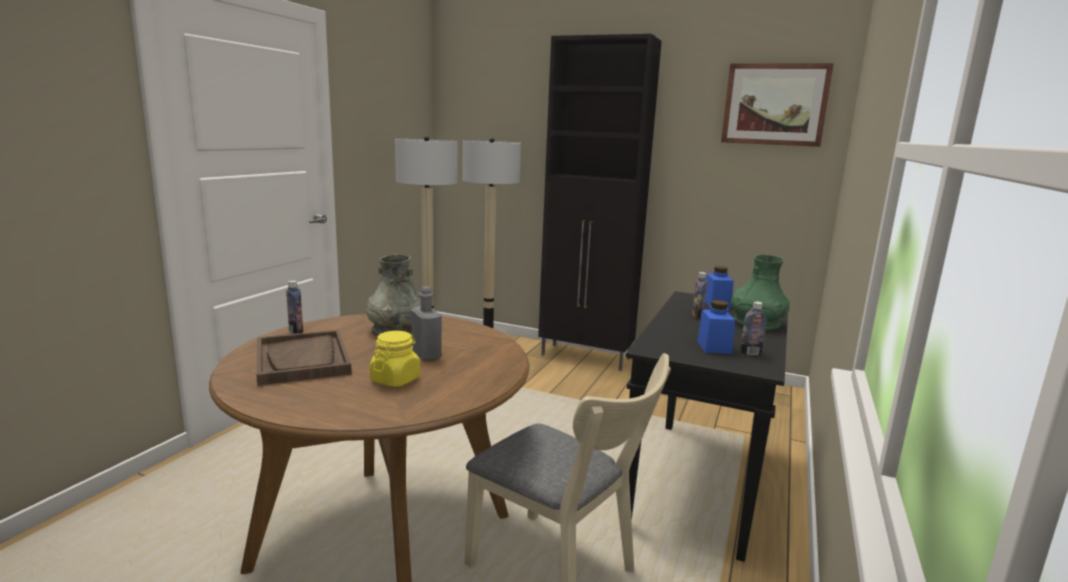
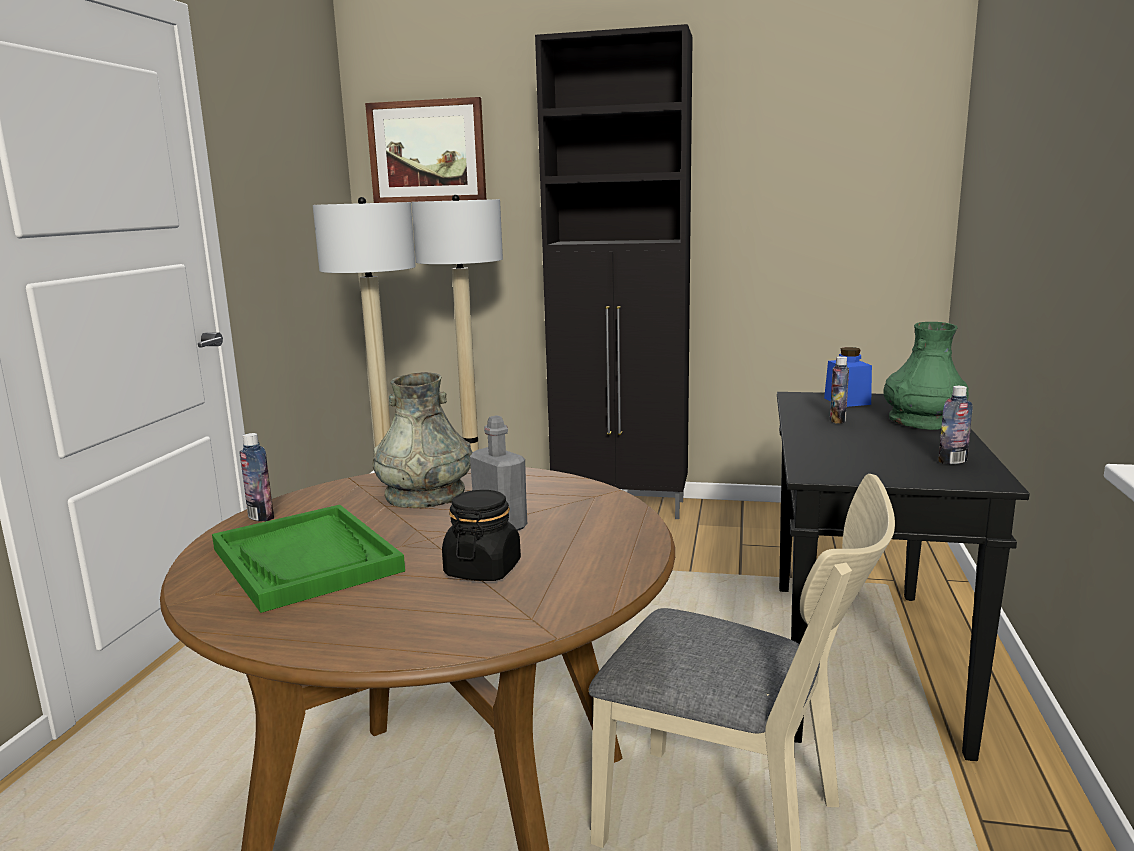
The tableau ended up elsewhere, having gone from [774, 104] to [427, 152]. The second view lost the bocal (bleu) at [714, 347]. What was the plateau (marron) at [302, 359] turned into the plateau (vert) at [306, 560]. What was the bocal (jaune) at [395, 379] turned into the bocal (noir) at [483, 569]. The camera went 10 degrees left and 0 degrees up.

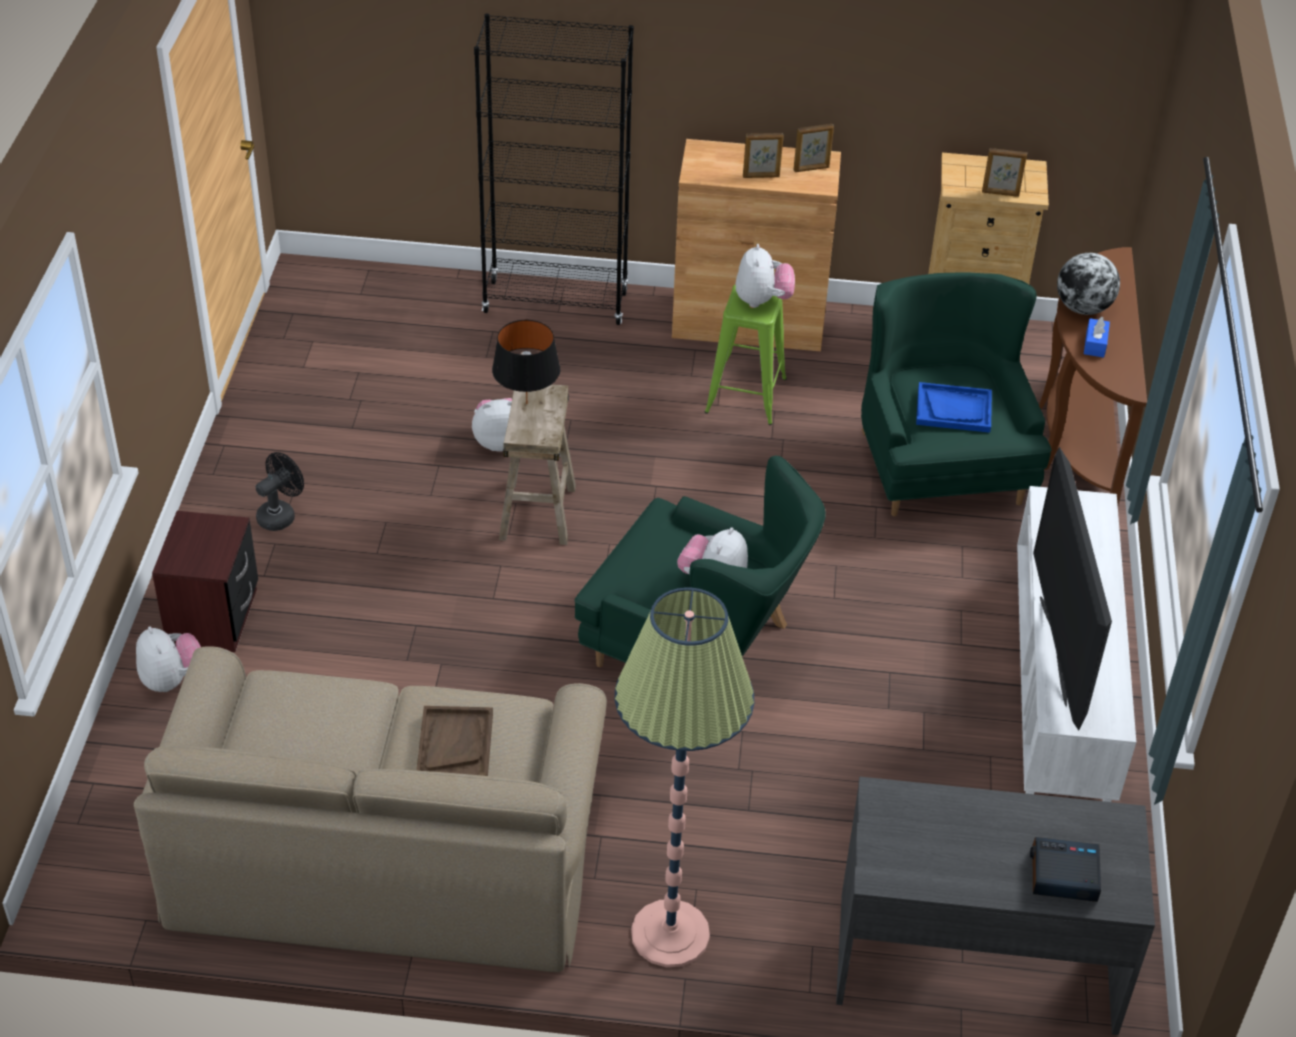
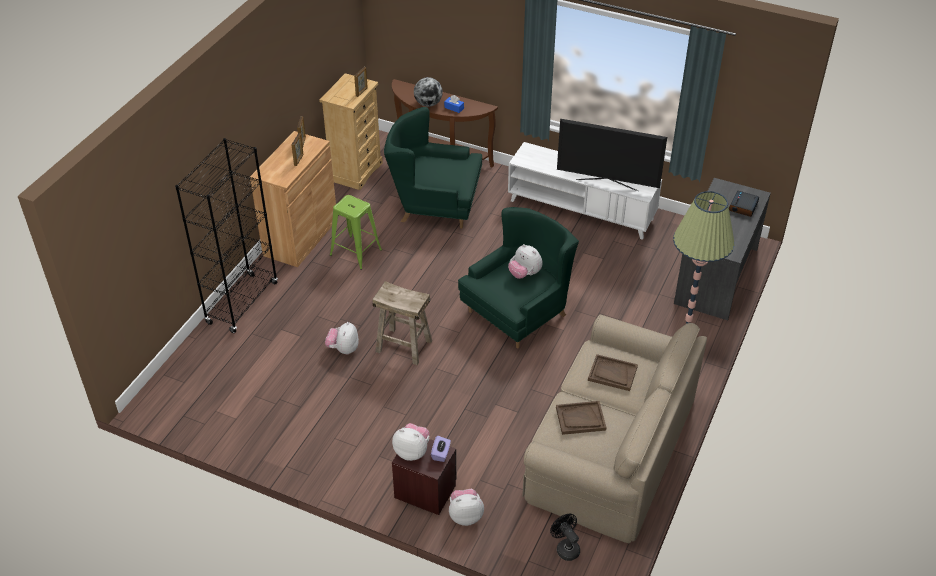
The peluche ended up elsewhere, having gone from [762, 301] to [412, 451]. The second view lost the lampe de table (noir) at [526, 403]. The second view lost the plateau (bleu) at [954, 409]. The ventilateur (noir) ended up elsewhere, having gone from [280, 515] to [565, 548]. The second view gained the plateau (marron) at [580, 419]. The second view gained the boîte à mouchoirs (violet) at [441, 454]. The camera went 70 degrees left and 0 degrees up.

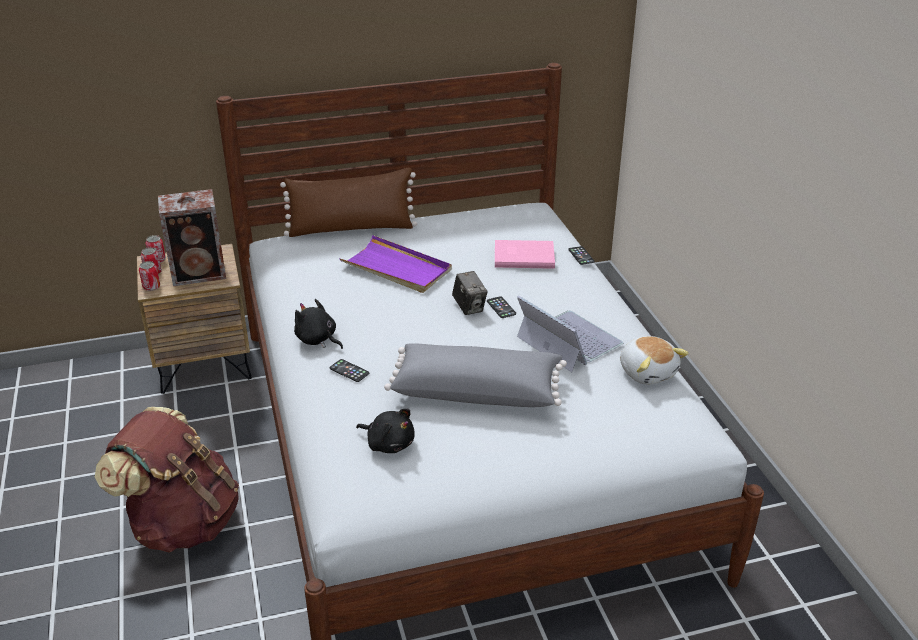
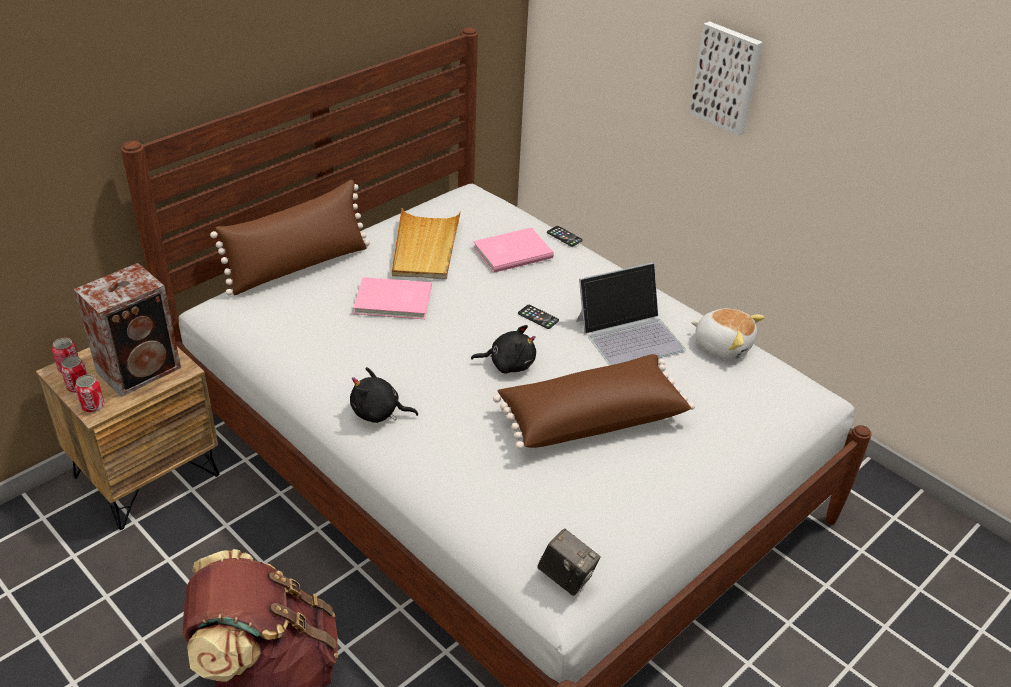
Where the plateau (violet) stood at [397, 268], the livre (rose) came to stand at [394, 302]. The appareil photo ended up elsewhere, having gone from [469, 307] to [566, 578]. The ordinateur portable at [568, 340] ended up facing another way, 135 degrees clockwise from before. What was the coussin (gris) at [477, 390] turned into the coussin (marron) at [590, 417]. The second view lost the téléphone at [349, 371]. The peluche (noir) ended up elsewhere, having gone from [389, 443] to [508, 364]. The second view gained the tableau at [727, 77]. The second view gained the plateau (beige) at [425, 248]. The camera went 30 degrees left and 5 degrees up.

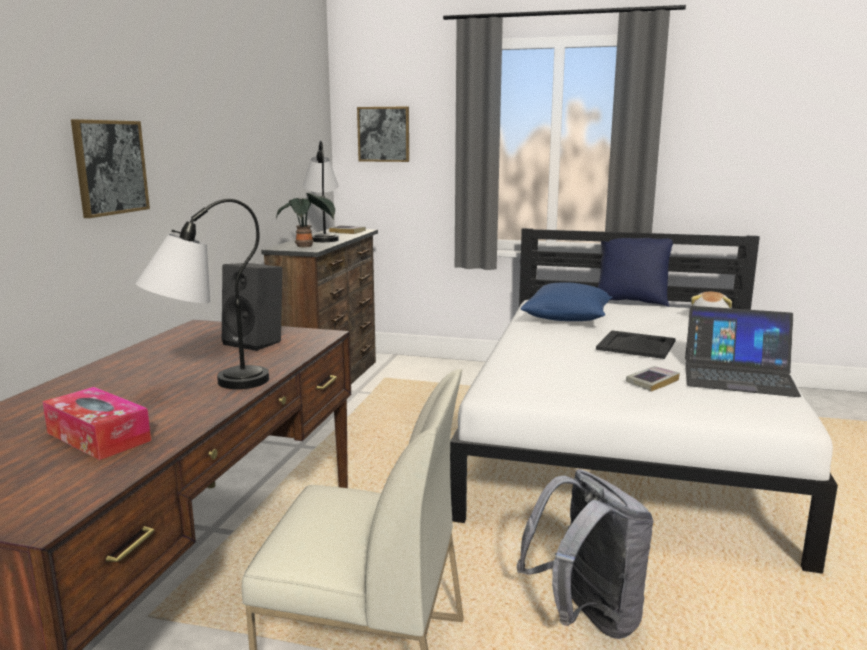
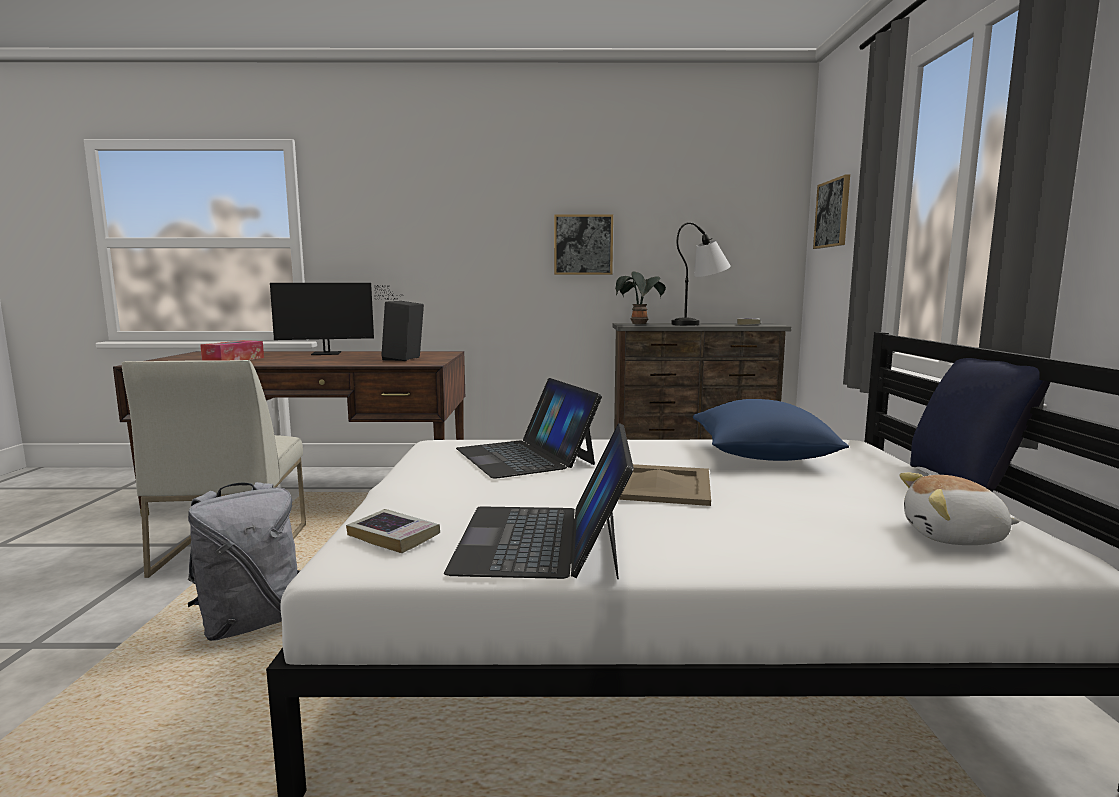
The tableau ended up elsewhere, having gone from [110, 167] to [583, 245]. The second view lost the lampe de table at [207, 386]. What was the plateau (noir) at [635, 345] turned into the plateau (beige) at [658, 484]. The livre ended up elsewhere, having gone from [652, 382] to [393, 536]. The second view gained the écran d'ordinateur at [331, 353]. The second view gained the ordinateur portable at [525, 456]. The camera went 75 degrees right and 5 degrees down.

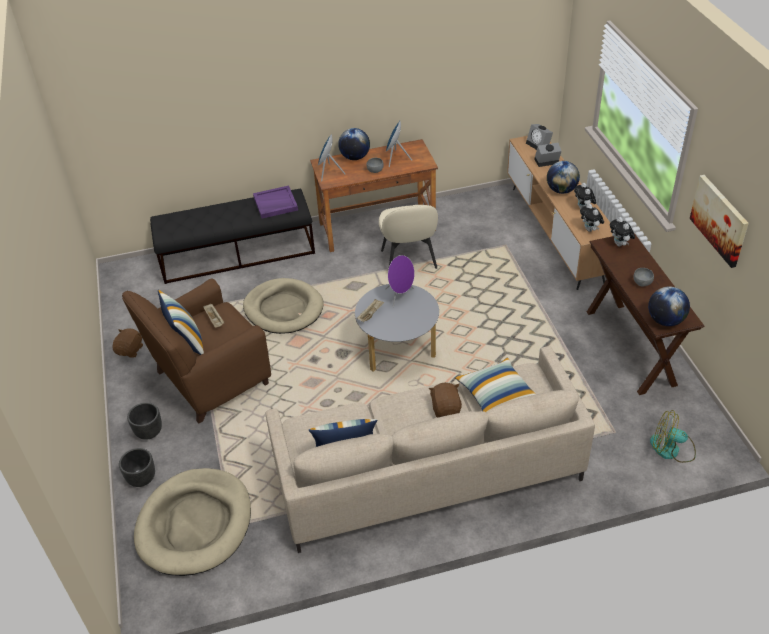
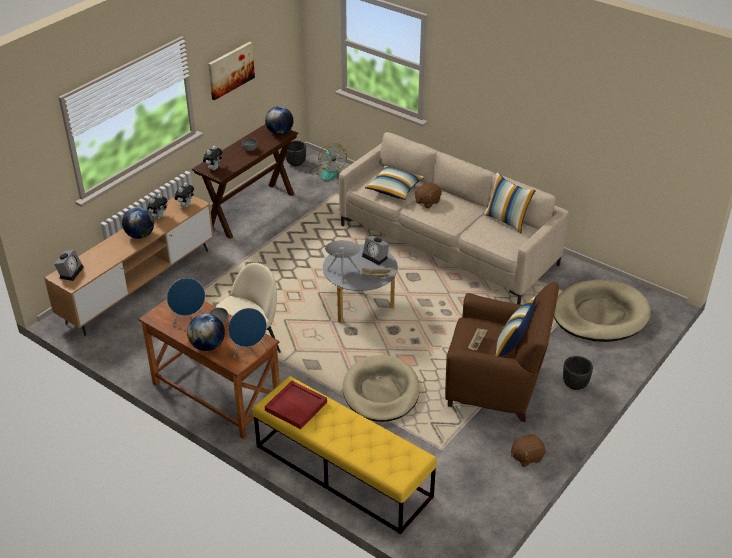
The réveil ended up elsewhere, having gone from [546, 162] to [376, 257]. What was the plateau (violet) at [275, 204] turned into the plateau (rouge) at [296, 406]. What was the banc (noir) at [238, 254] turned into the banc (jaune) at [342, 471]. The cache-pot (noir) ended up elsewhere, having gone from [141, 479] to [296, 163]. The camera went 130 degrees left and 5 degrees down.

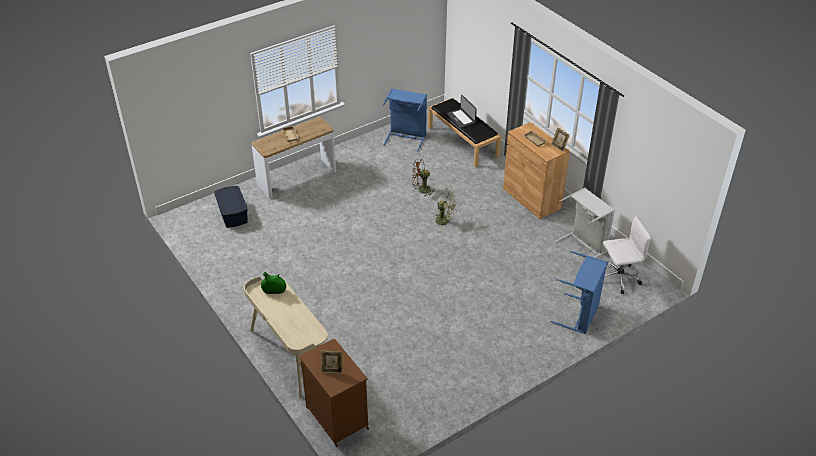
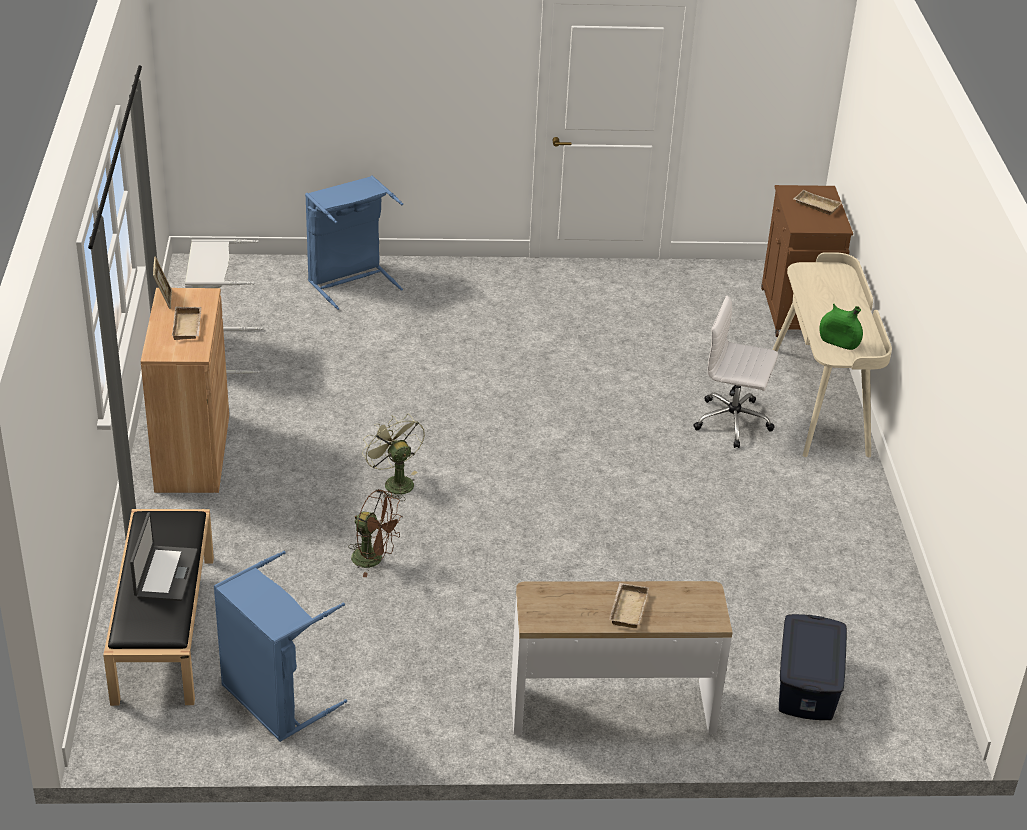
The chaise de bureau (blanc) ended up elsewhere, having gone from [618, 277] to [734, 422]. Where the cadre photo stood at [332, 369], the plateau (beige) came to stand at [815, 206]. The camera went 150 degrees left and 5 degrees down.

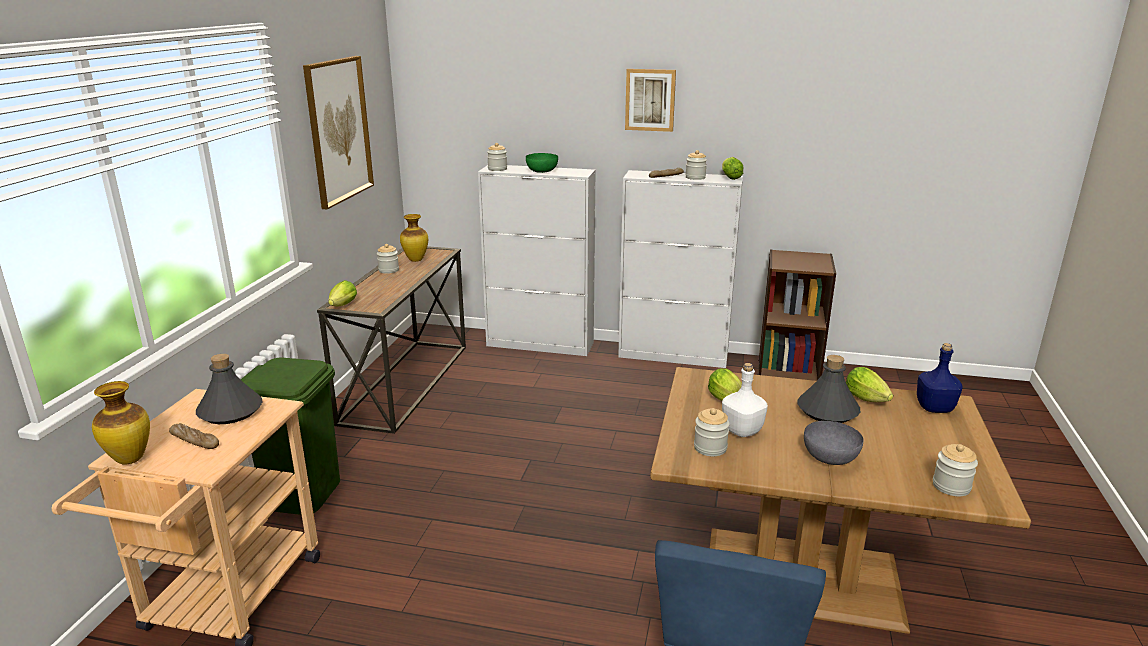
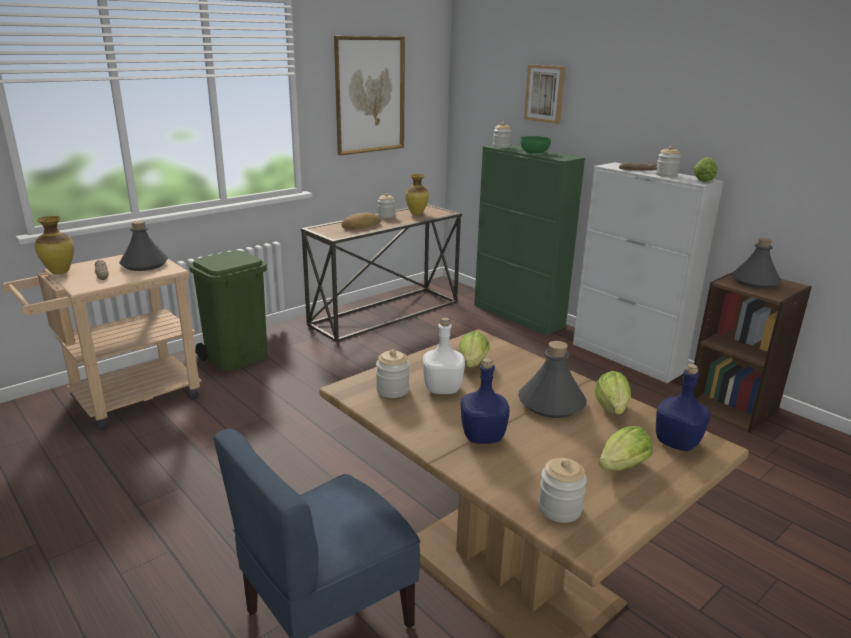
The tableau ended up elsewhere, having gone from [650, 100] to [545, 93]. What was the meuble de rangement (blanc) at [540, 344] turned into the meuble de rangement (vert) at [518, 316]. The laitue ended up elsewhere, having gone from [342, 306] to [620, 468]. Where the bol (gris) stood at [829, 457], the bouteille (bleu) came to stand at [482, 436]. The second view gained the pain at [360, 226]. The second view gained the bouteille (gris) at [755, 282]. The camera went 35 degrees right and 0 degrees up.

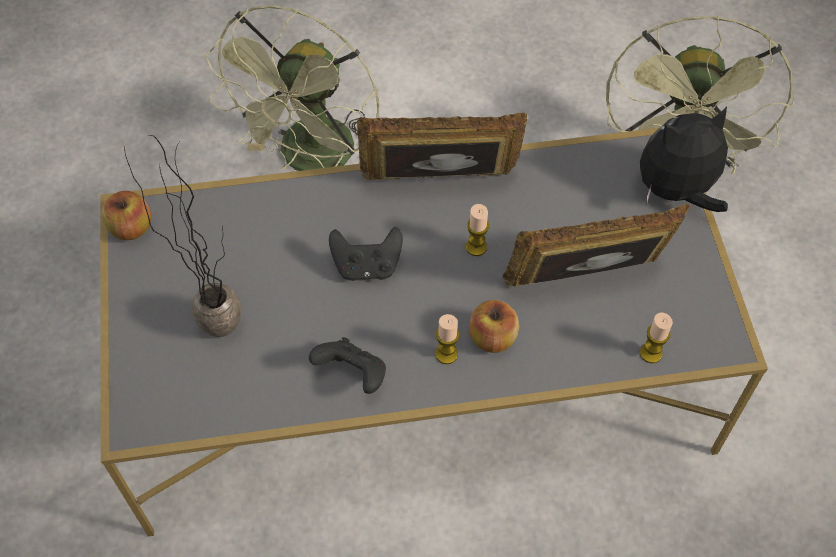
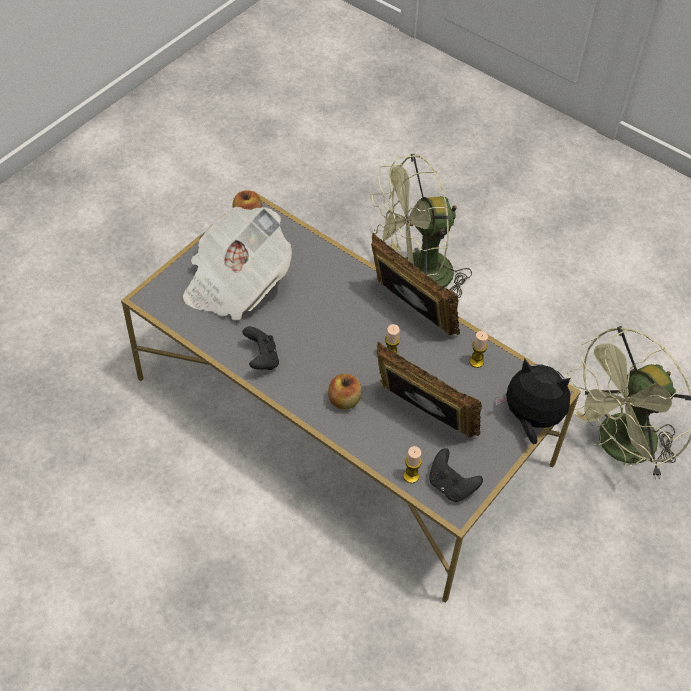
Where the plante en pot stood at [214, 316], the journal came to stand at [235, 283]. The manette (noir) ended up elsewhere, having gone from [367, 266] to [451, 486]. The bougie ended up elsewhere, having gone from [446, 354] to [476, 361]. The camera went 45 degrees right and 5 degrees down.

